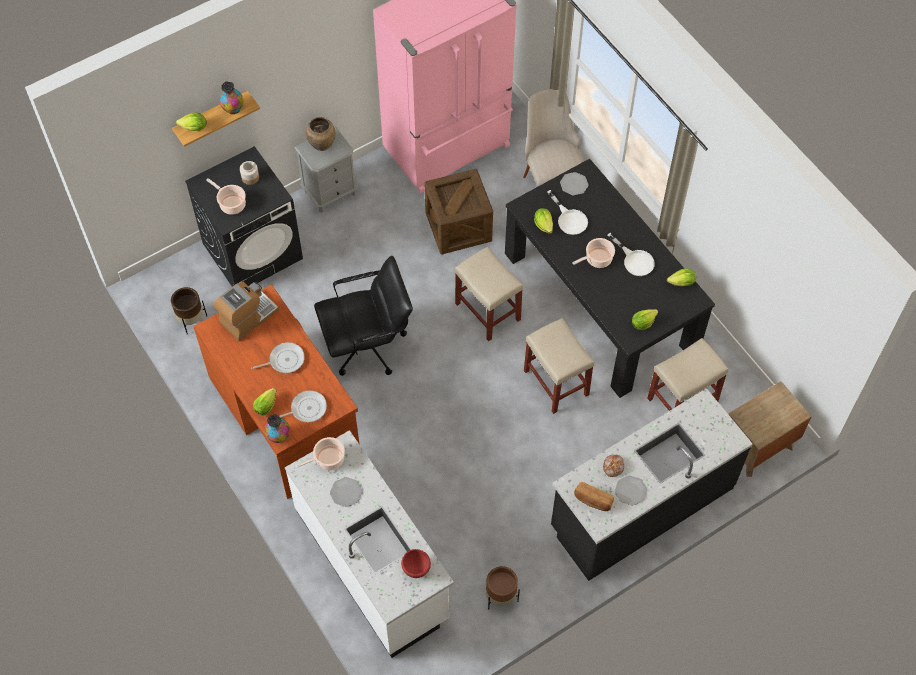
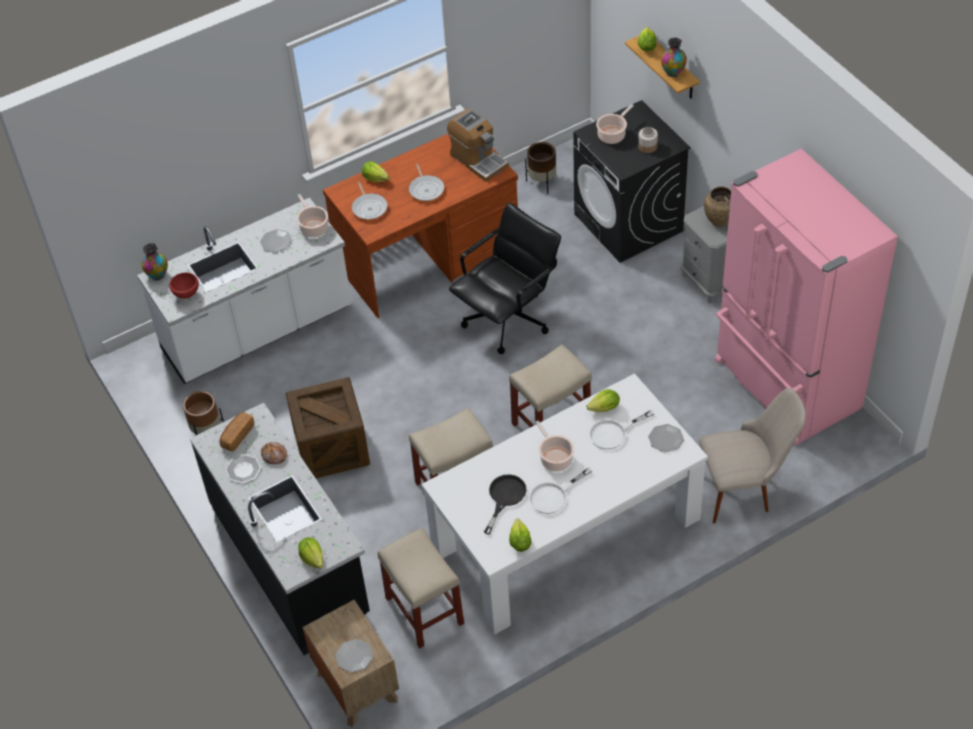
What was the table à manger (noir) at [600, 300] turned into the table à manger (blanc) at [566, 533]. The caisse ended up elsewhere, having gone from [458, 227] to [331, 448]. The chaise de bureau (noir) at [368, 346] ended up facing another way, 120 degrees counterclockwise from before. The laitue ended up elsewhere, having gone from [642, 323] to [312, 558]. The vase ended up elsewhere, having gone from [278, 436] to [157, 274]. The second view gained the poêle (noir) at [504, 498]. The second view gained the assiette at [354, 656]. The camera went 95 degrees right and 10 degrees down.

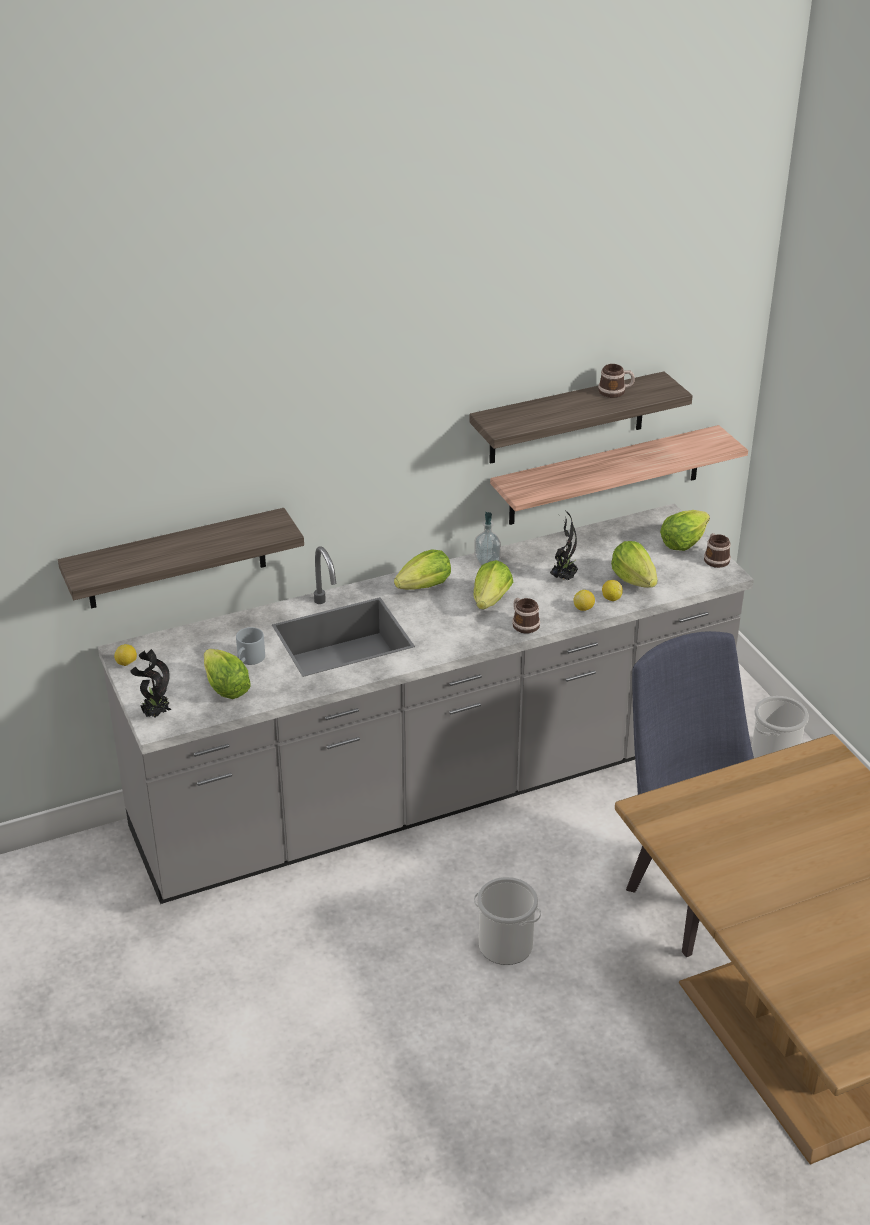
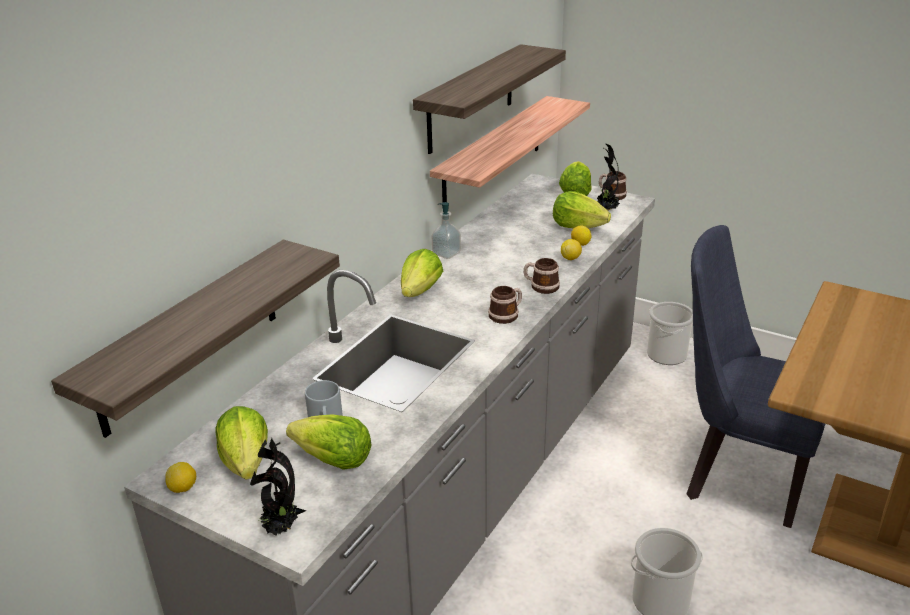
The mug ended up elsewhere, having gone from [615, 391] to [506, 315]. The plante en pot ended up elsewhere, having gone from [564, 577] to [606, 209]. The laitue ended up elsewhere, having gone from [491, 600] to [246, 462]. The camera went 35 degrees left and 5 degrees down.

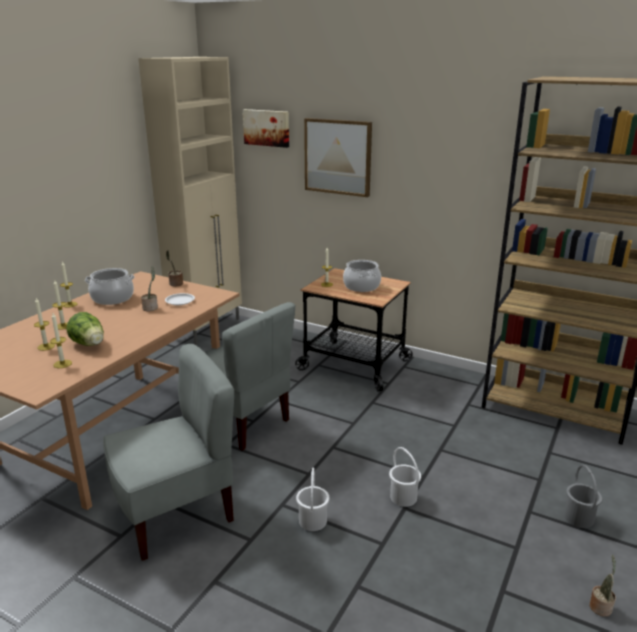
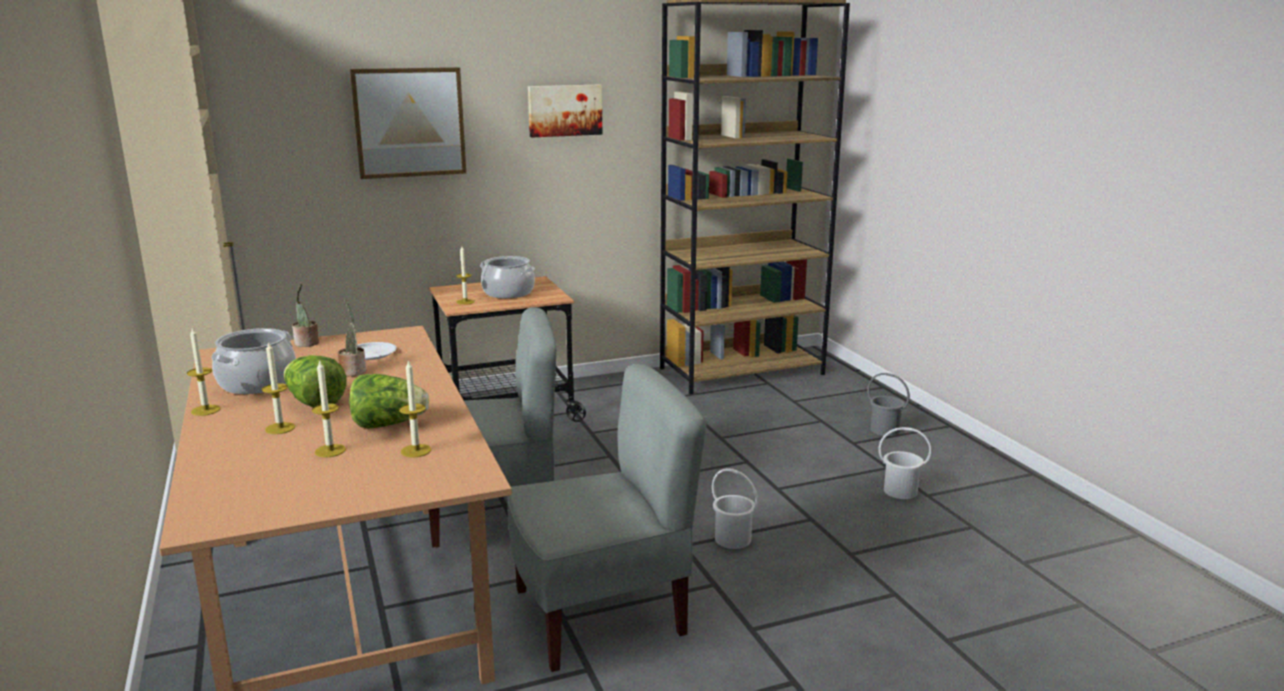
The tableau ended up elsewhere, having gone from [267, 127] to [564, 110]. The chaise (gris) at [175, 513] ended up facing another way, 60 degrees clockwise from before. The seau (blanc) ended up elsewhere, having gone from [403, 497] to [900, 491]. The second view lost the plante en pot at [600, 606]. The second view gained the laitue at [314, 402]. The camera went 50 degrees left and 5 degrees down.

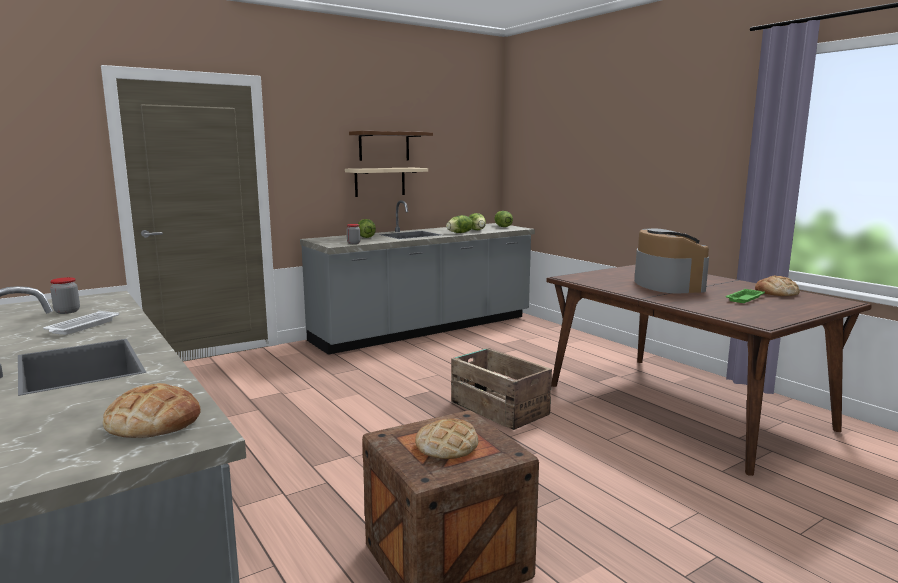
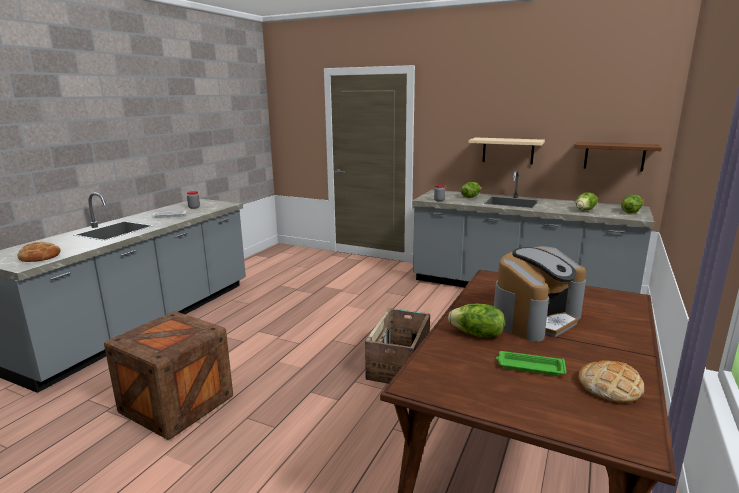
The étagère (marron) ended up elsewhere, having gone from [384, 146] to [614, 156]. The laitue ended up elsewhere, having gone from [460, 233] to [477, 334]. The second view lost the pain at [447, 446]. The camera went 60 degrees right and 5 degrees up.

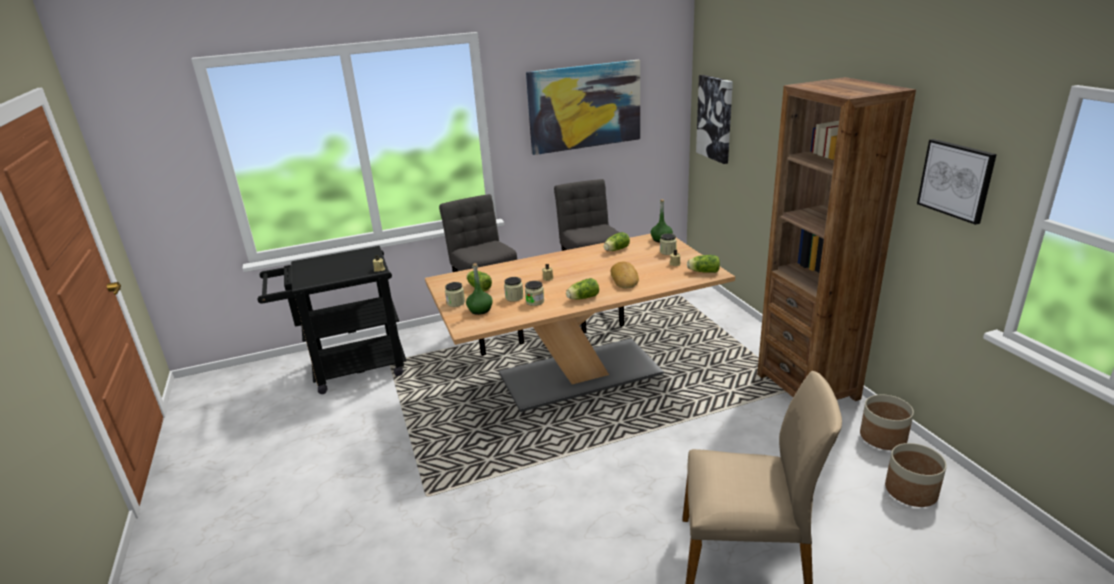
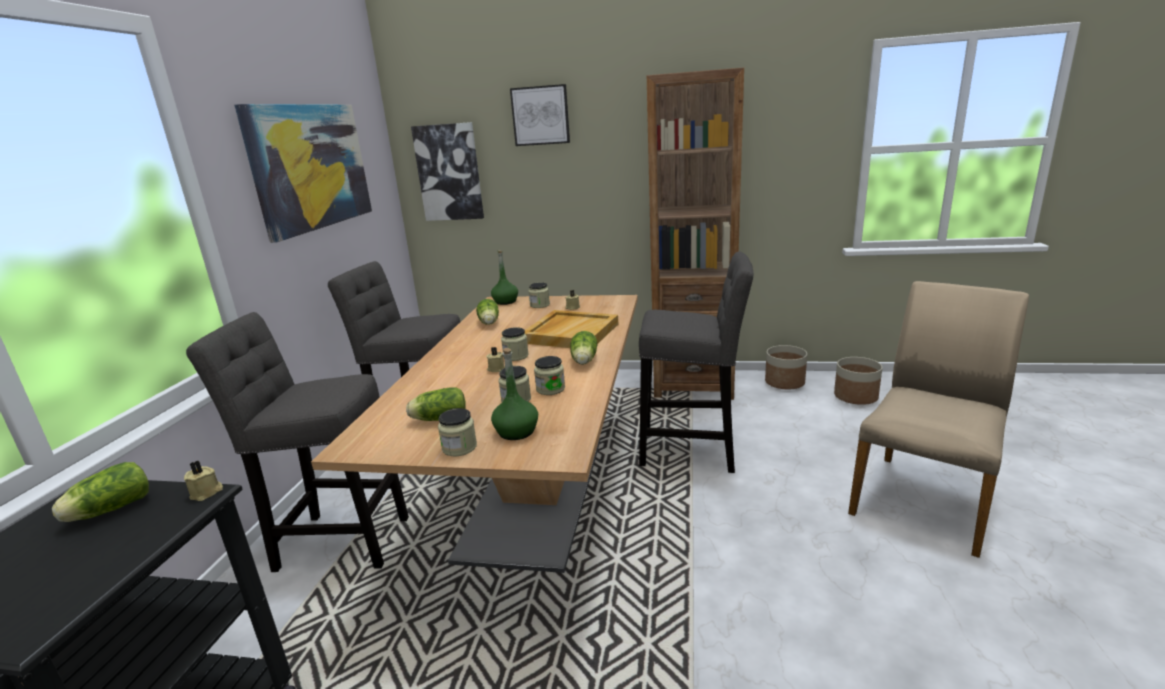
The tableau ended up elsewhere, having gone from [956, 180] to [540, 115]. The laitue ended up elsewhere, having gone from [702, 271] to [108, 511]. Where the pain stood at [625, 279], the plateau (beige) came to stand at [570, 333]. The second view gained the tabouret (gris) at [693, 452]. The second view gained the bocal at [516, 356]. The camera went 60 degrees left and 5 degrees down.

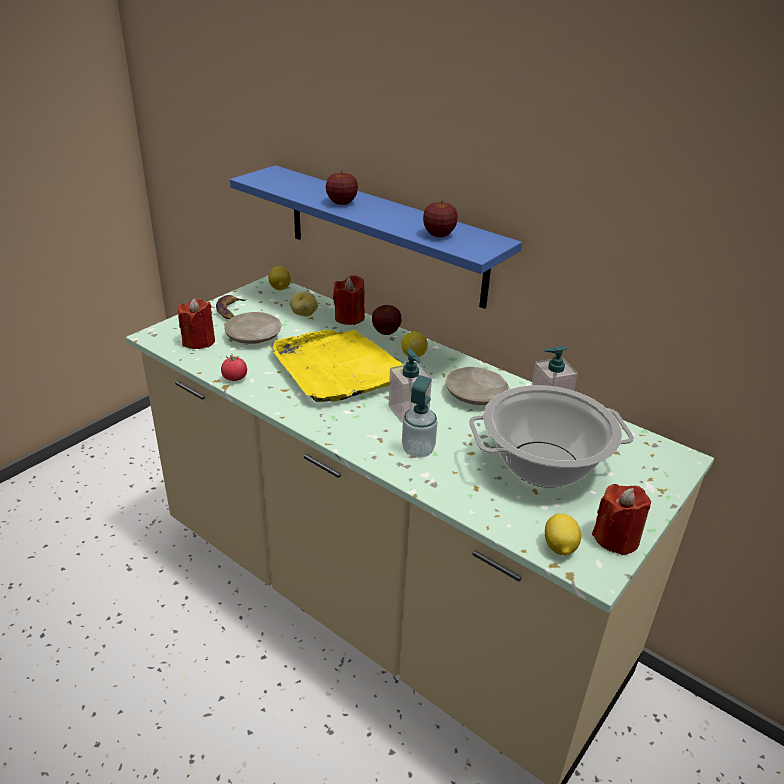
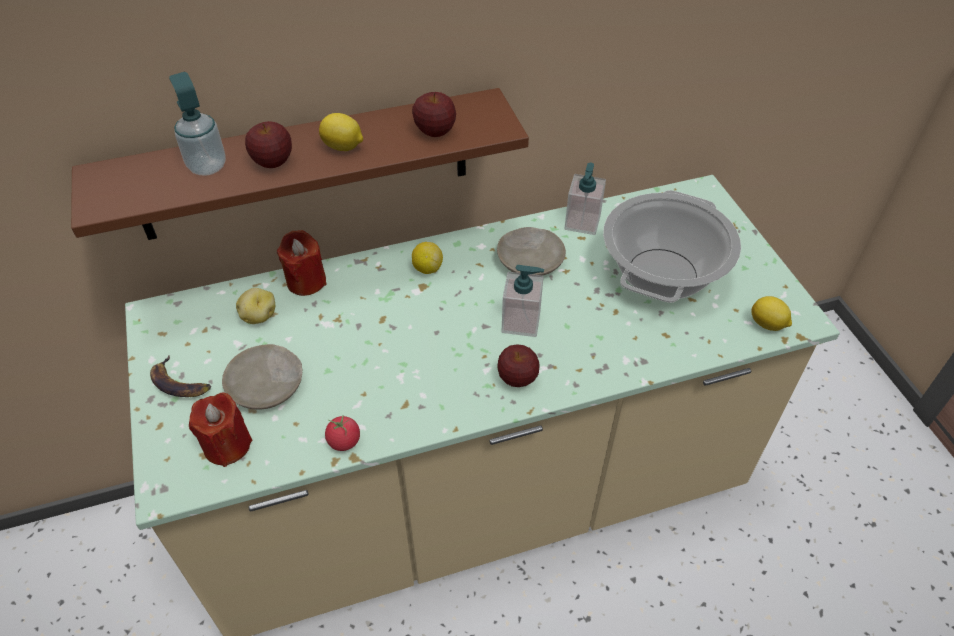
What was the étagère (bleu) at [384, 235] turned into the étagère (marron) at [305, 166]. The citron ended up elsewhere, having gone from [279, 288] to [343, 147]. The pomme ended up elsewhere, having gone from [386, 332] to [517, 378]. The second view lost the plateau (jaune) at [339, 369]. The distributeur de savon ended up elsewhere, having gone from [418, 450] to [207, 166]. The second view lost the bougie (rouge) at [616, 538]. The camera went 55 degrees left and 15 degrees up.

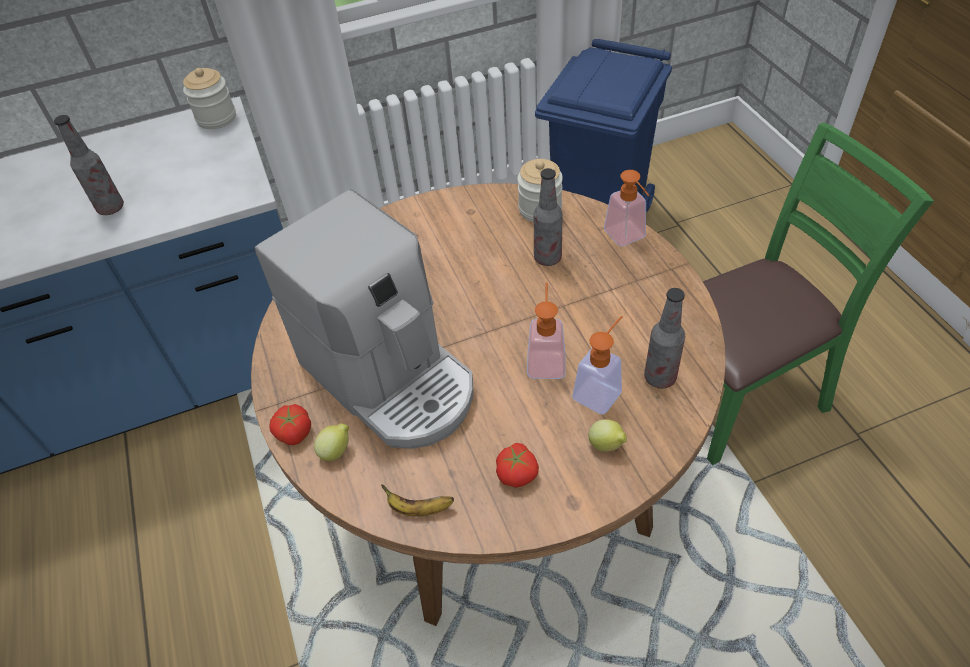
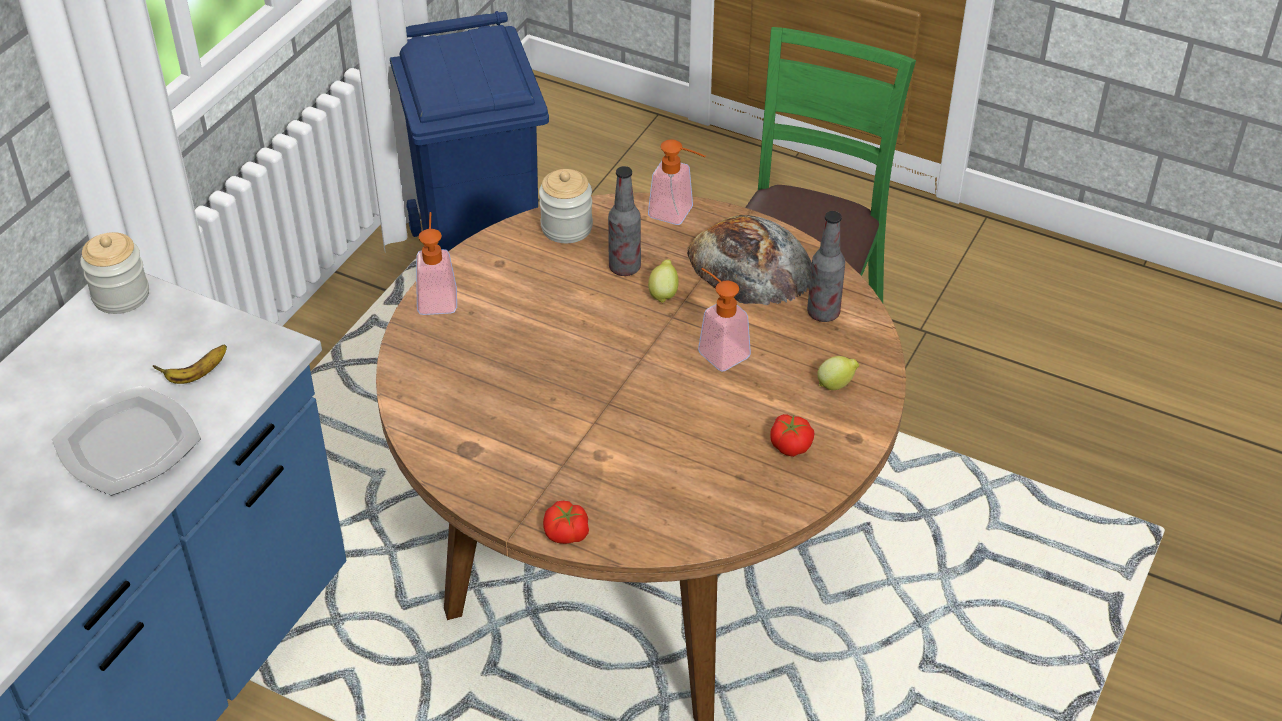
Where the bouteille stood at [111, 208], the assiette came to stand at [129, 444]. The second view lost the machine à café at [391, 378]. The distributeur de savon ended up elsewhere, having gone from [601, 390] to [437, 296]. The citron ended up elsewhere, having gone from [336, 451] to [663, 293]. The banane ended up elsewhere, having gone from [418, 509] to [197, 375]. The second view gained the pain at [750, 263]. The camera went 45 degrees left and 5 degrees down.

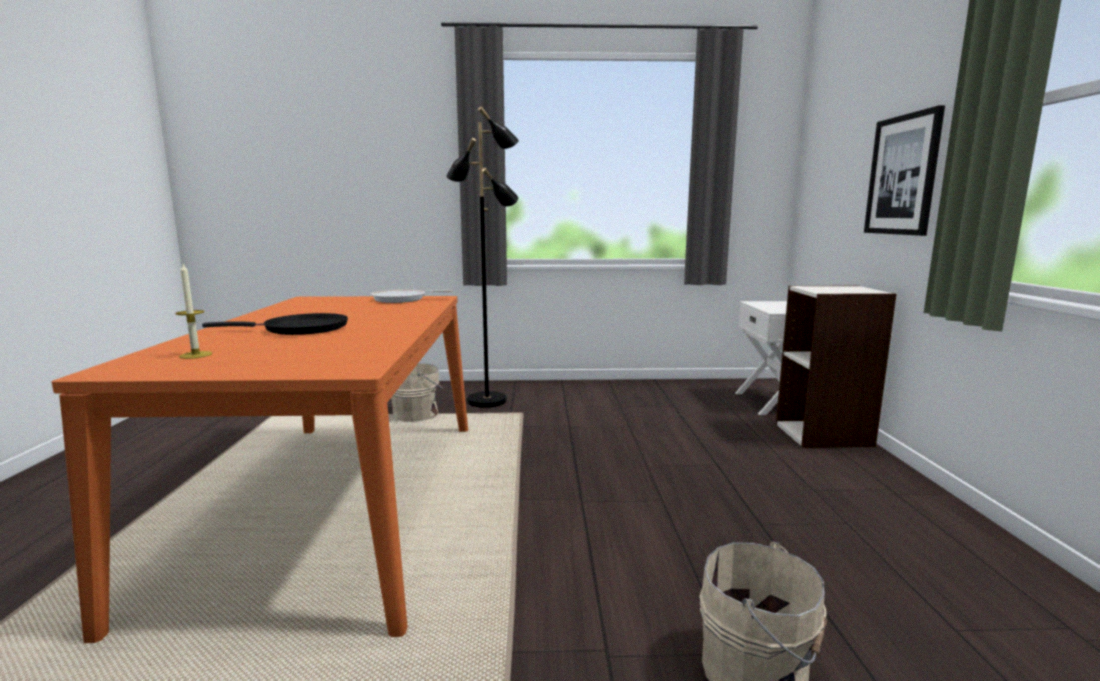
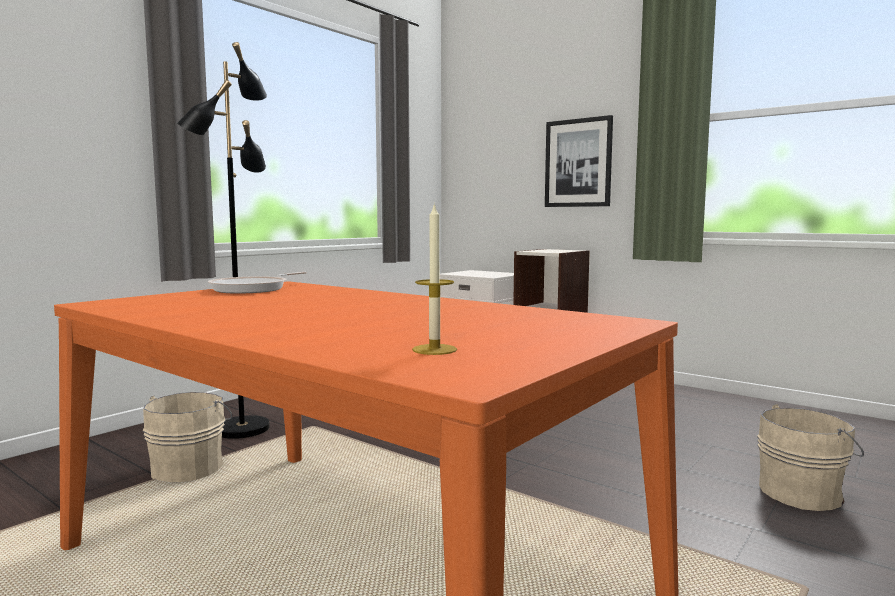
The second view lost the poêle (noir) at [300, 329]. The camera went 50 degrees left and 5 degrees down.

